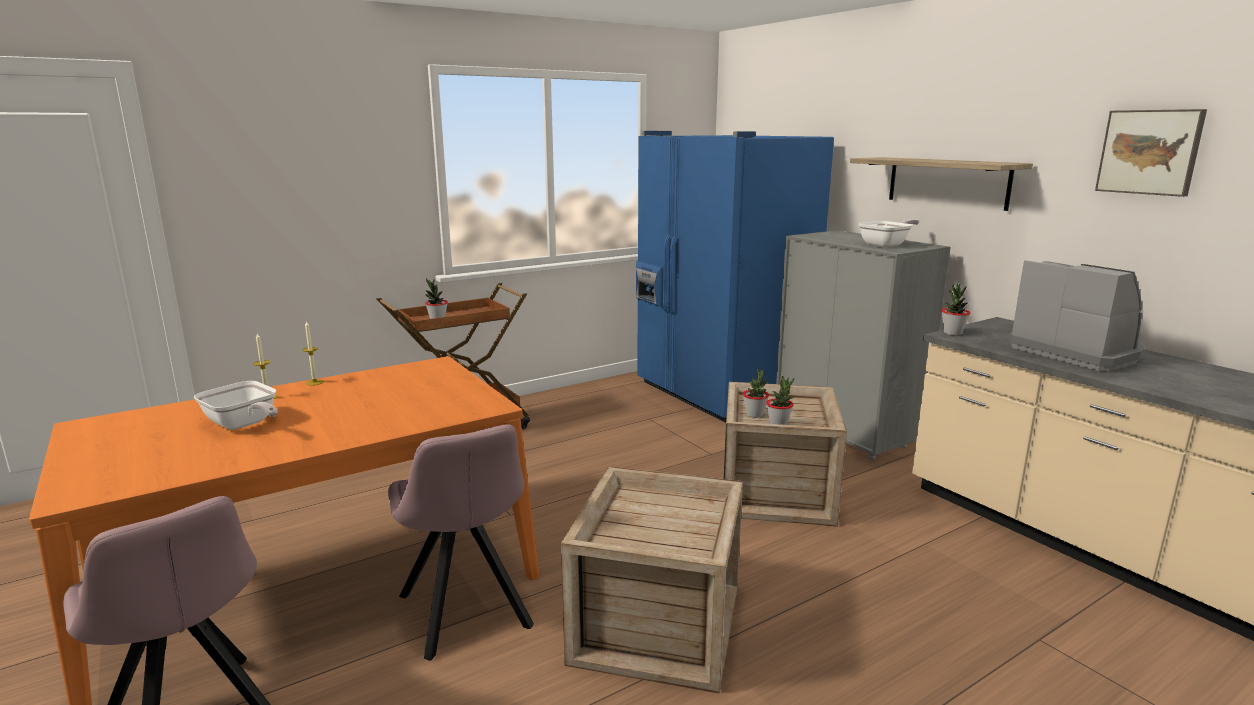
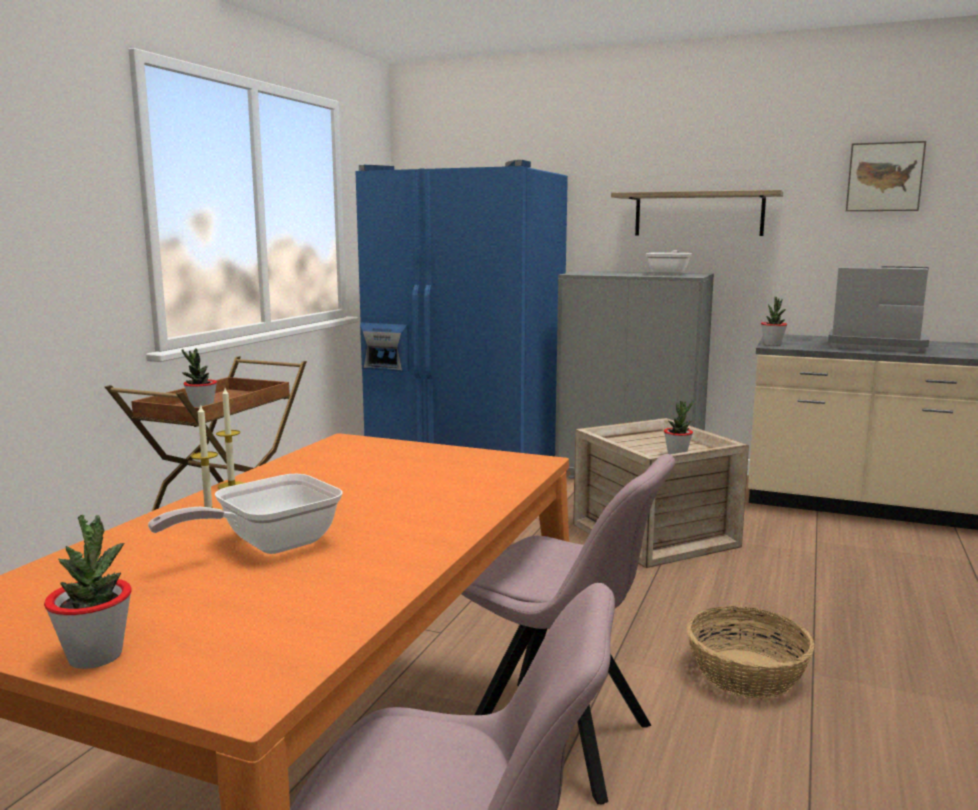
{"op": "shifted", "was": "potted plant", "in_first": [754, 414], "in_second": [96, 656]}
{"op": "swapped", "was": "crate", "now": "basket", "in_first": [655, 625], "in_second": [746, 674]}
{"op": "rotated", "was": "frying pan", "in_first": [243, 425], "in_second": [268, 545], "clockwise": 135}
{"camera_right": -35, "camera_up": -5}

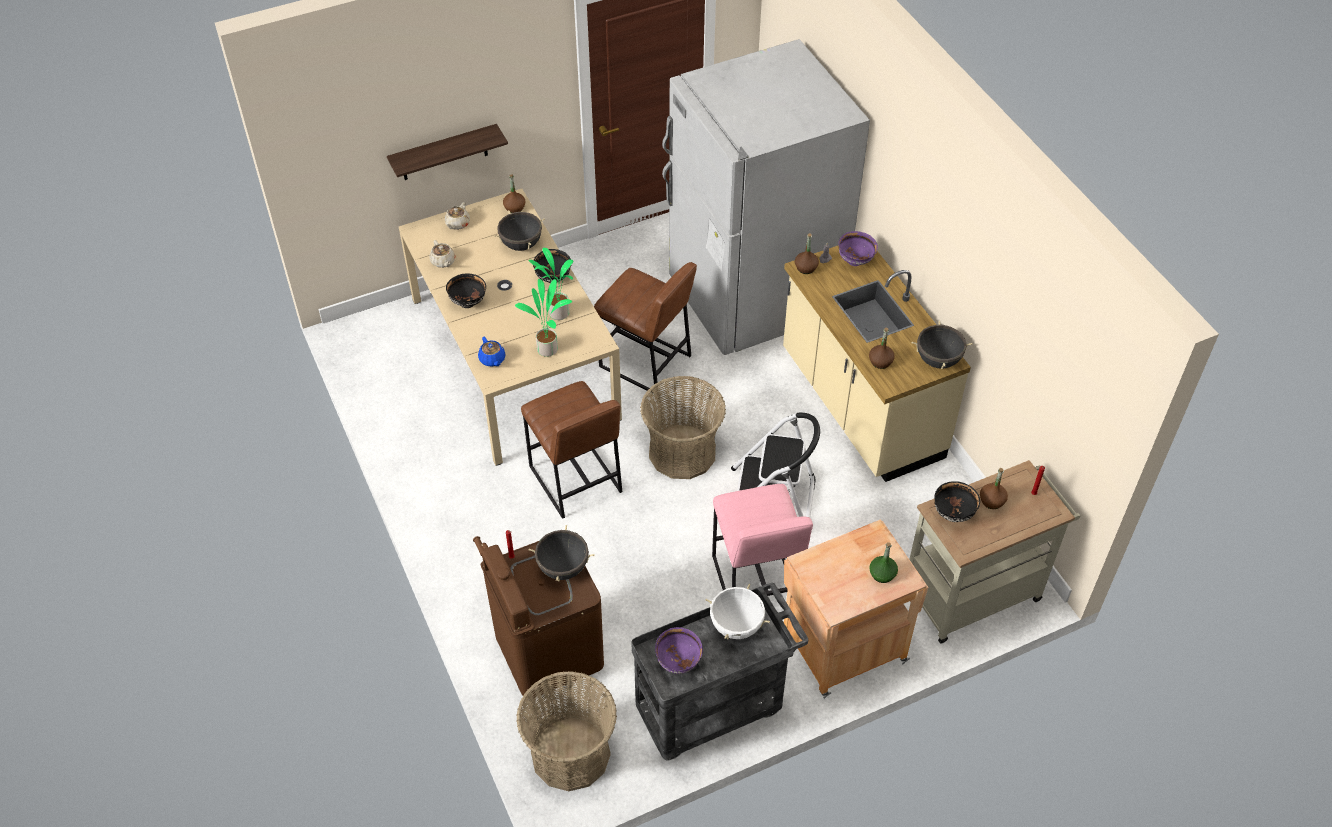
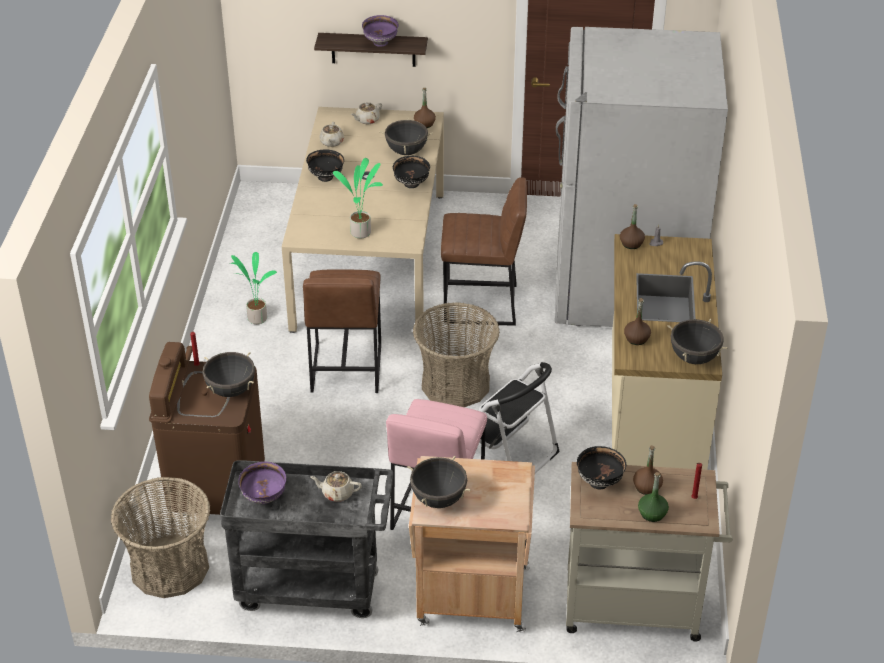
{"op": "gone", "was": "blue teapot", "in_first": [492, 359]}
{"op": "new", "now": "black cooking pot", "in_second": [438, 499]}
{"op": "shifted", "was": "potted plant", "in_first": [557, 313], "in_second": [256, 318]}
{"op": "shifted", "was": "purple bowl", "in_first": [855, 261], "in_second": [381, 43]}
{"op": "shifted", "was": "green bottle", "in_first": [882, 574], "in_second": [652, 513]}
{"op": "swapped", "was": "white cooking pot", "now": "beige teapot", "in_first": [736, 626], "in_second": [337, 493]}
{"op": "rotated", "was": "brown chair", "in_first": [646, 362], "in_second": [482, 304], "clockwise": -60}
{"camera_right": 30, "camera_up": -10}

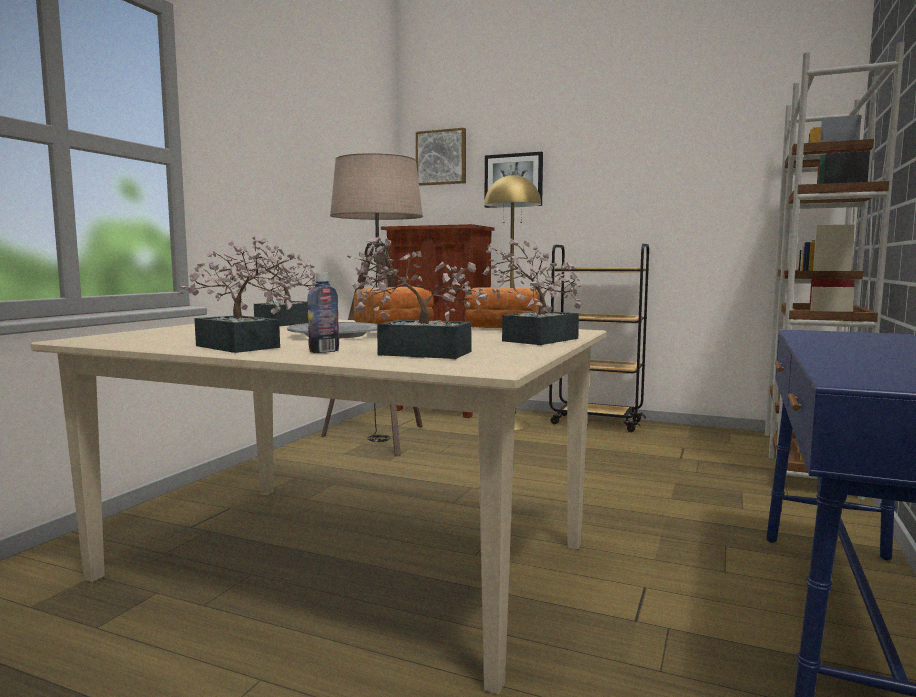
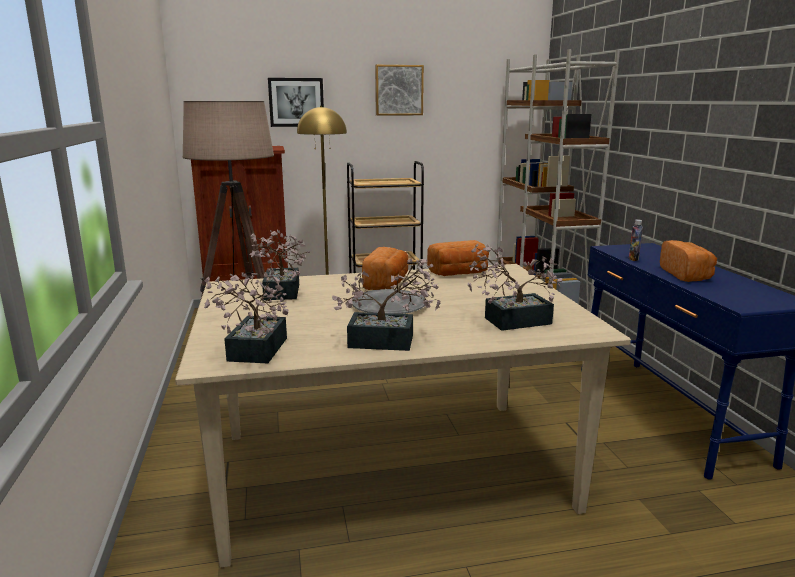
{"op": "new", "now": "bread", "in_second": [686, 275]}
{"op": "shifted", "was": "bottle", "in_first": [324, 351], "in_second": [633, 259]}
{"op": "shifted", "was": "picture", "in_first": [441, 157], "in_second": [398, 90]}
{"op": "shifted", "was": "potted plant", "in_first": [534, 340], "in_second": [254, 352]}
{"camera_right": -35, "camera_up": 10}

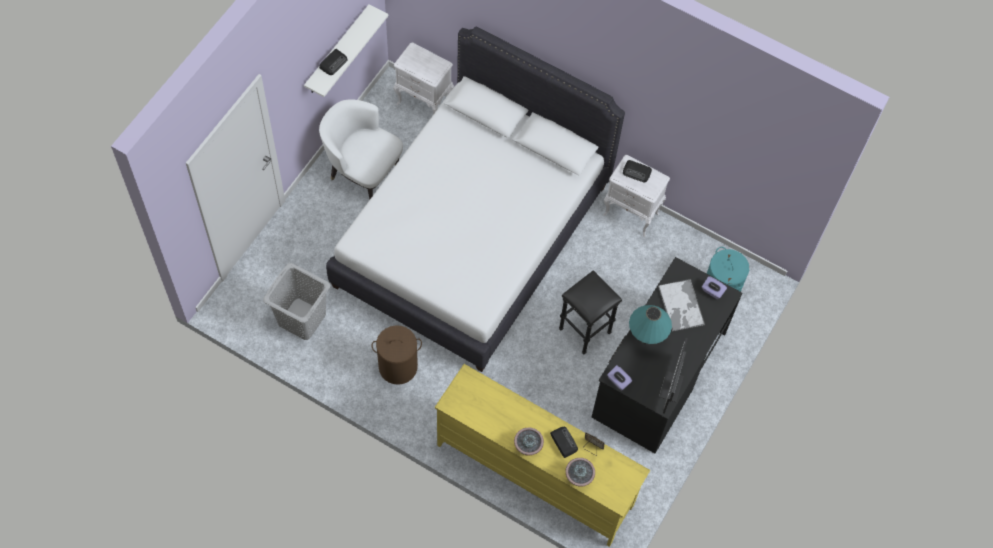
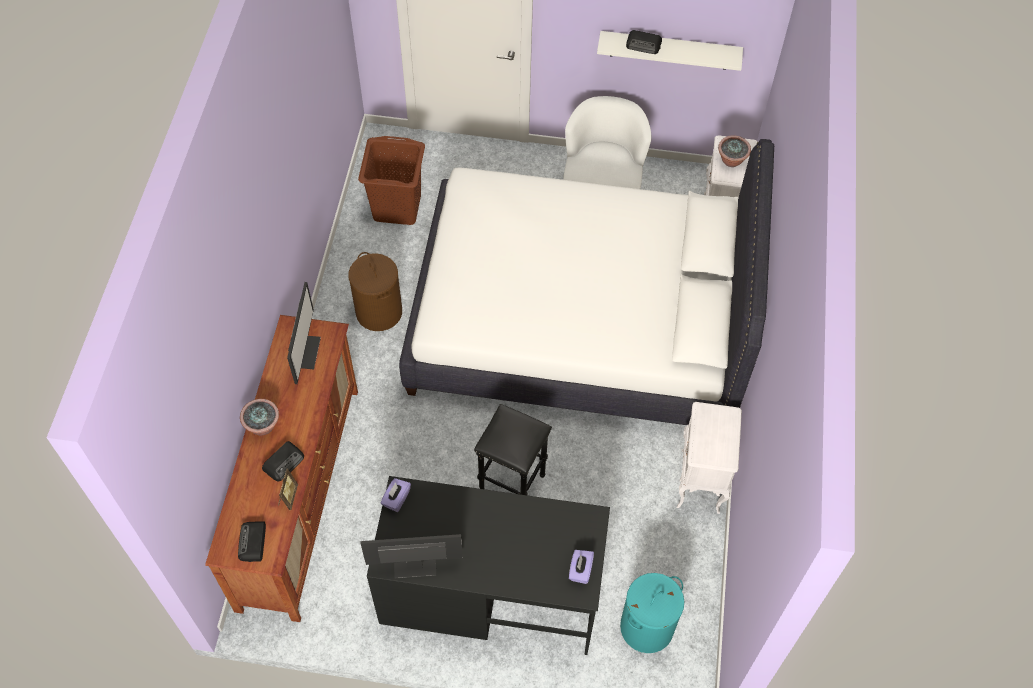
{"op": "gone", "was": "turquoise table lamp", "in_first": [646, 338]}
{"op": "gone", "was": "tray", "in_first": [681, 306]}
{"op": "new", "now": "monitor", "in_second": [305, 351]}
{"op": "shifted", "was": "potted plant", "in_first": [579, 477], "in_second": [731, 161]}
{"op": "shifted", "was": "radio", "in_first": [637, 172], "in_second": [253, 543]}
{"op": "repainted", "was": "grey laundry basket", "now": "brown laundry basket", "in_first": [302, 318], "in_second": [397, 207]}
{"op": "repainted", "was": "yellow dresser", "now": "brown dresser", "in_first": [535, 474], "in_second": [300, 496]}
{"camera_right": 70, "camera_up": -5}

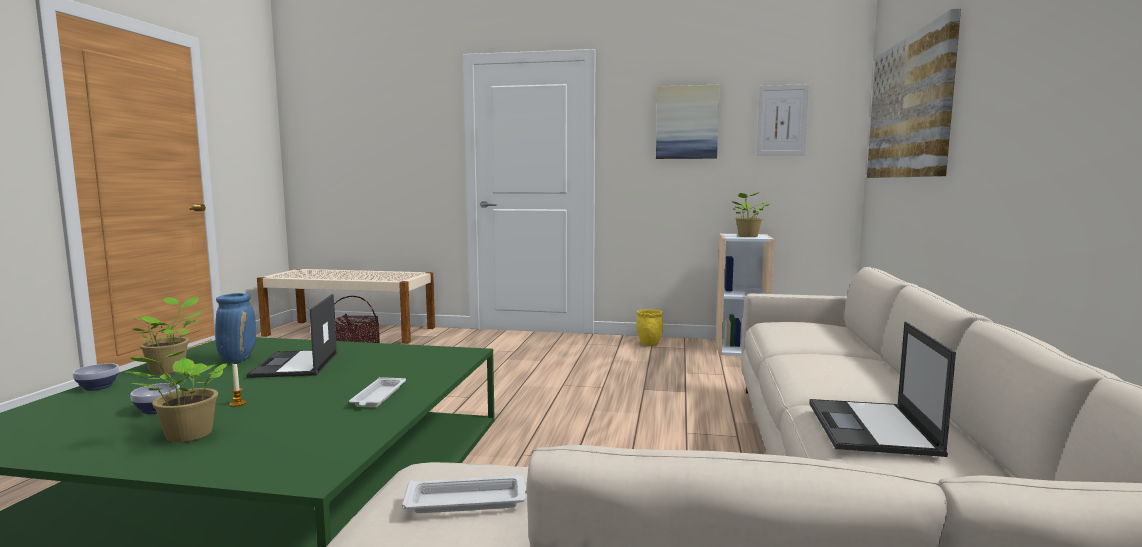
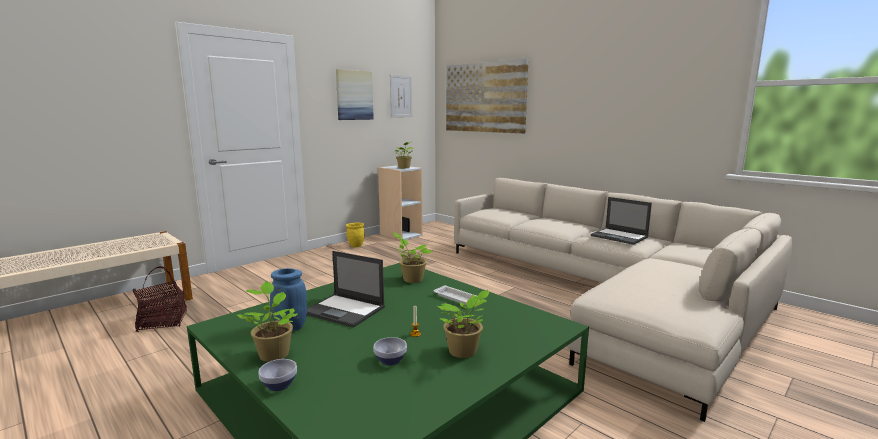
{"op": "gone", "was": "white tray", "in_first": [468, 501]}
{"op": "new", "now": "potted plant", "in_second": [411, 279]}
{"camera_right": -55, "camera_up": 5}

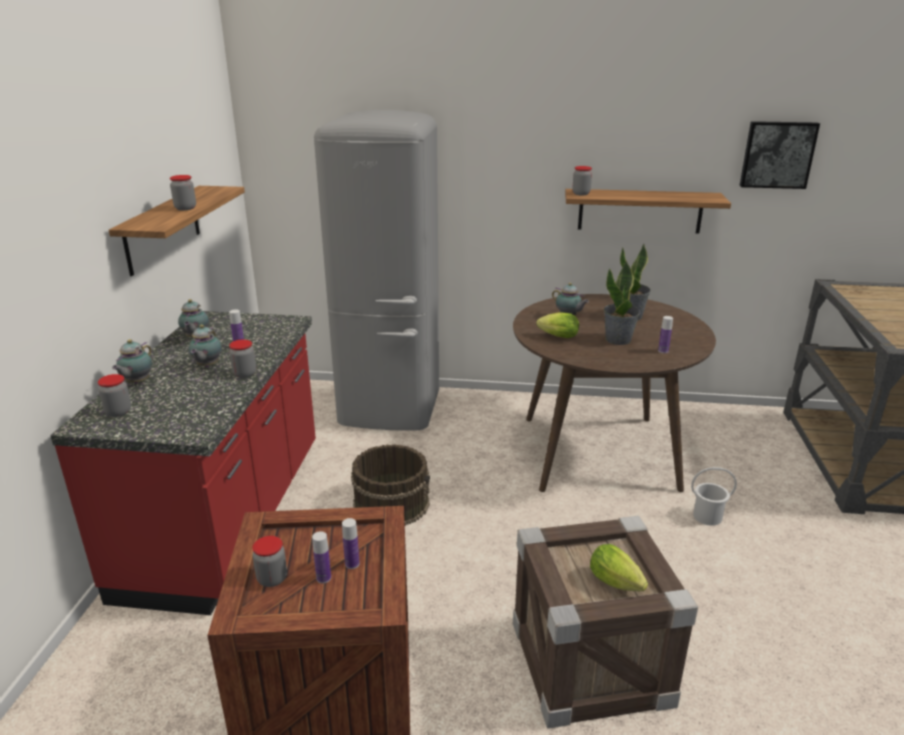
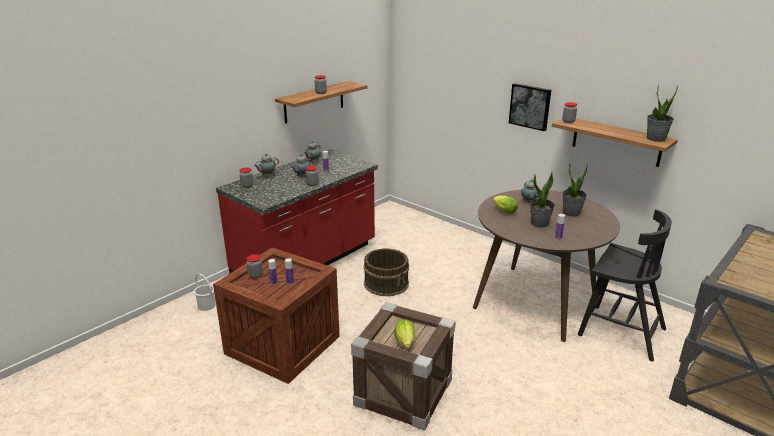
{"op": "gone", "was": "grey fridge", "in_first": [390, 409]}
{"op": "new", "now": "black chair", "in_second": [619, 331]}
{"op": "new", "now": "potted plant", "in_second": [656, 139]}
{"op": "shifted", "was": "white bucket", "in_first": [707, 516], "in_second": [206, 305]}
{"op": "shifted", "was": "picture", "in_first": [777, 154], "in_second": [530, 106]}
{"camera_right": 35, "camera_up": 0}

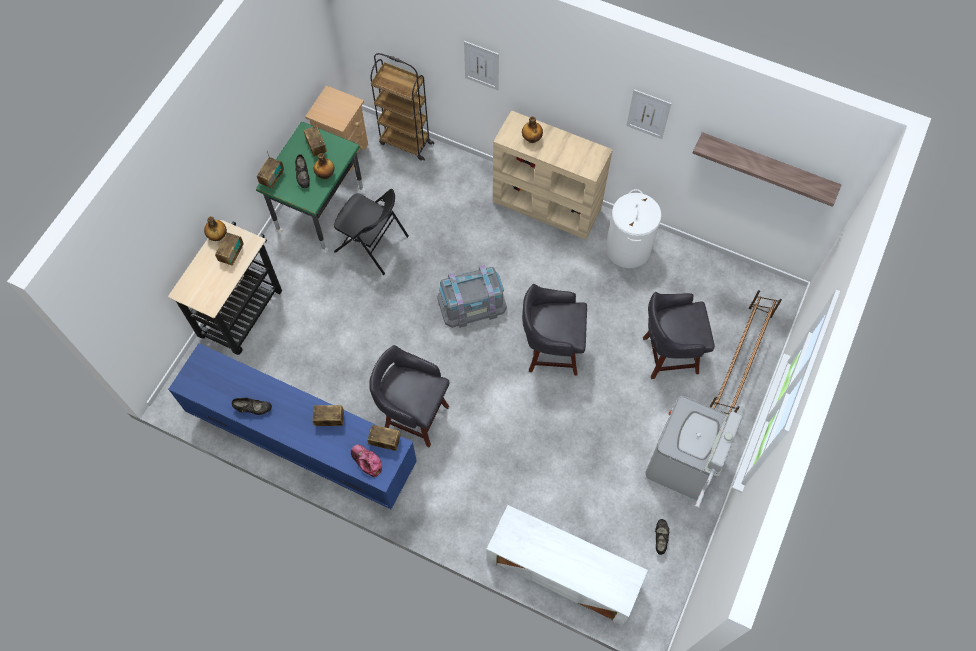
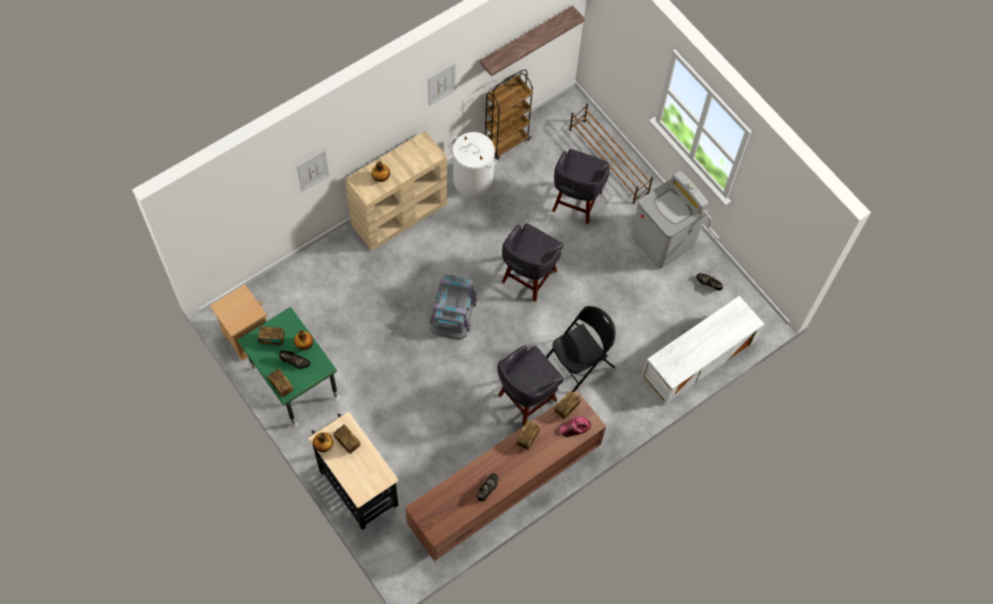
{"op": "shifted", "was": "black chair", "in_first": [371, 244], "in_second": [579, 363]}
{"op": "shifted", "was": "brown cart", "in_first": [406, 143], "in_second": [506, 142]}
{"op": "repainted", "was": "blue cabinet", "now": "brown cabinet", "in_first": [302, 445], "in_second": [504, 491]}
{"camera_right": -65, "camera_up": 0}

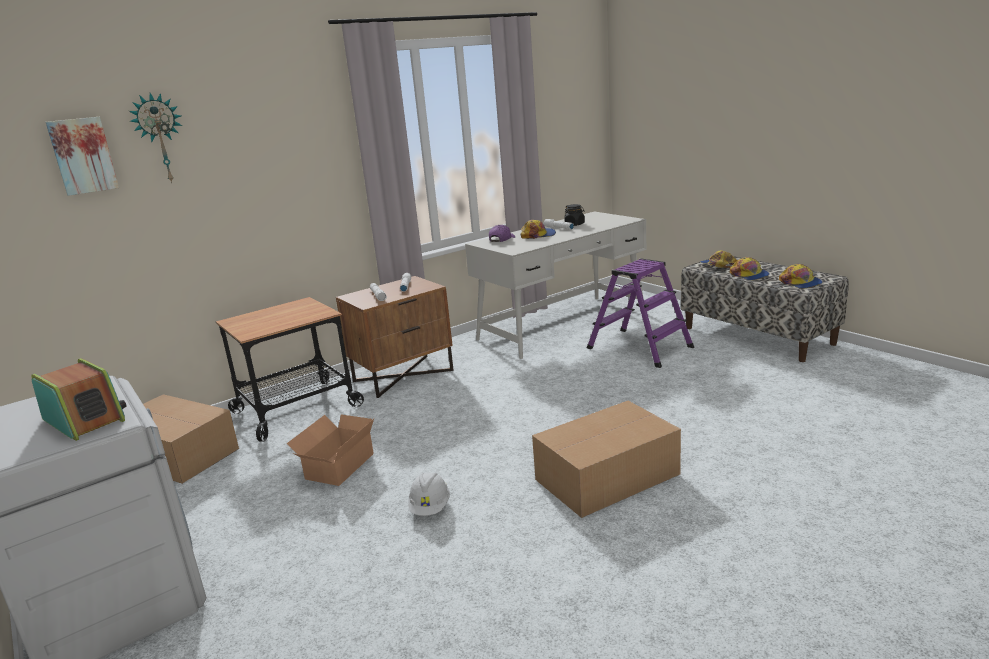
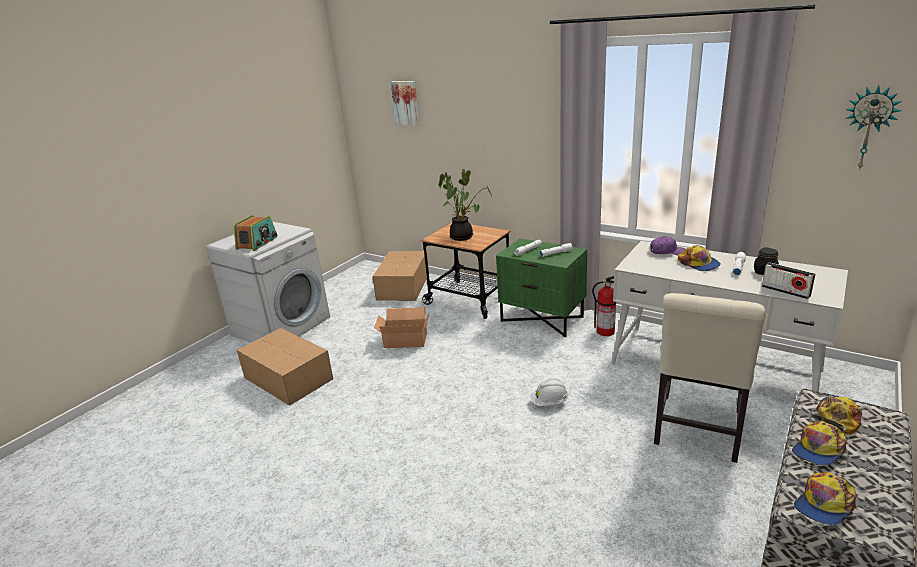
{"op": "new", "now": "potted plant", "in_second": [463, 236]}
{"op": "new", "now": "fire extinguisher", "in_second": [606, 331]}
{"op": "new", "now": "radio", "in_second": [785, 291]}
{"op": "shifted", "was": "wall clock", "in_first": [160, 138], "in_second": [868, 128]}
{"op": "shifted", "was": "white hard hat", "in_first": [430, 507], "in_second": [549, 402]}
{"op": "shifted", "was": "cardboard box", "in_first": [605, 477], "in_second": [288, 377]}
{"op": "swapped", "was": "purple step ladder", "now": "beige chair", "in_first": [639, 347], "in_second": [696, 431]}
{"op": "repainted", "was": "brown nightstand", "now": "green nightstand", "in_first": [403, 375], "in_second": [542, 318]}
{"camera_right": 70, "camera_up": 5}

